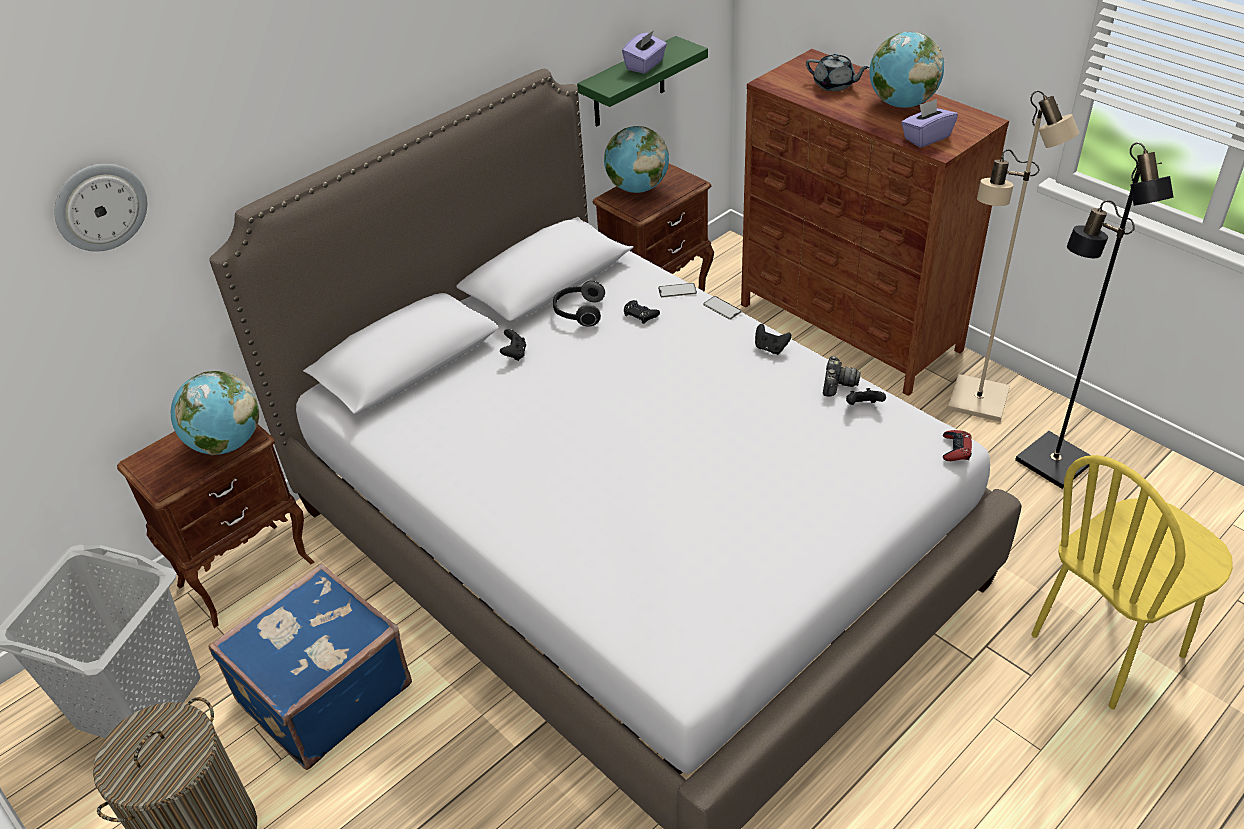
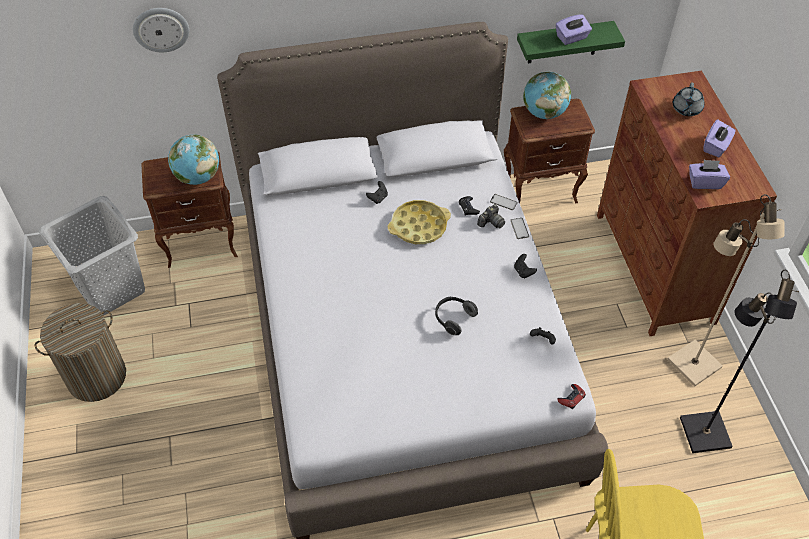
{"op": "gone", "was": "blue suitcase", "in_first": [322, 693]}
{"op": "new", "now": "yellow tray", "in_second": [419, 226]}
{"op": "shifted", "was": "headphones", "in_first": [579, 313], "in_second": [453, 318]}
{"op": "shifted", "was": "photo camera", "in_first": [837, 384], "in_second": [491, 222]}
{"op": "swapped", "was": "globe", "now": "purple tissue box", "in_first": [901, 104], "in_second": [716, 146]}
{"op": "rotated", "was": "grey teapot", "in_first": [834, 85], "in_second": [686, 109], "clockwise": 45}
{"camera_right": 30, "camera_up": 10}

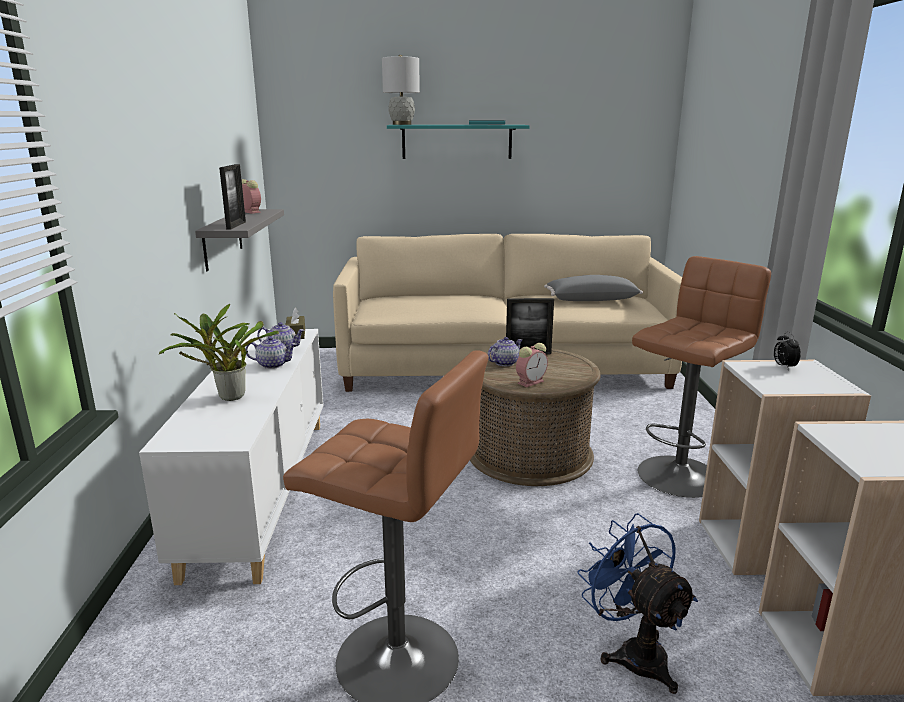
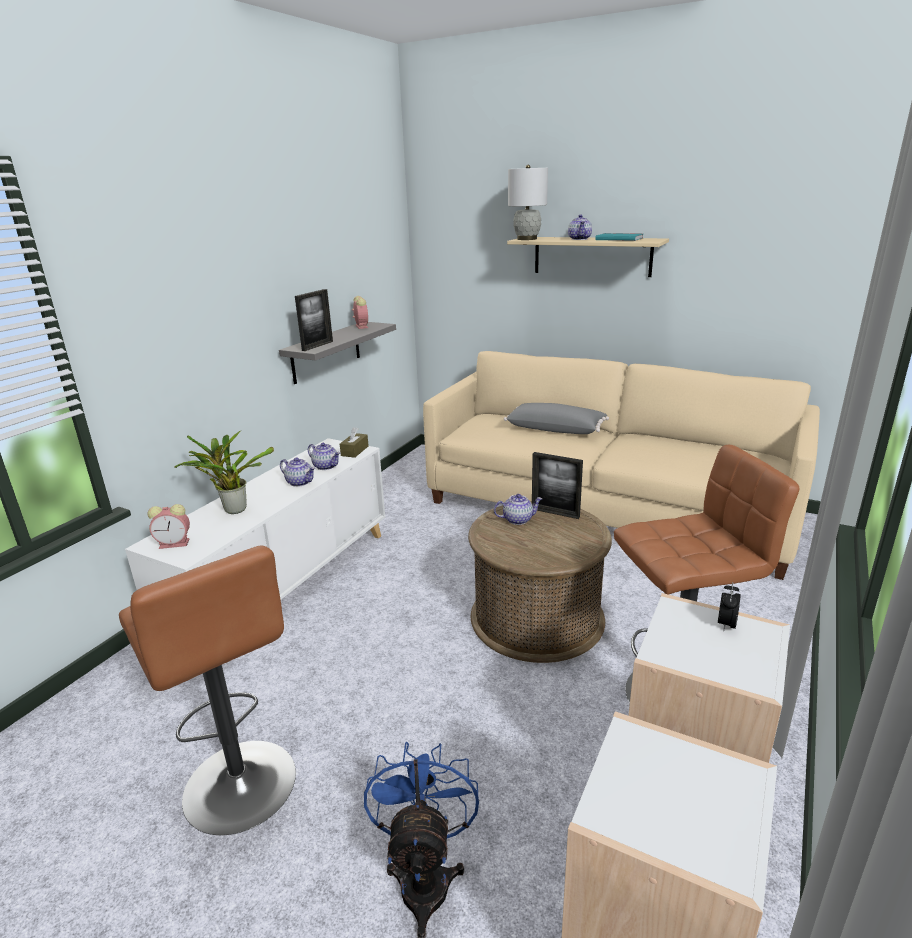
{"op": "new", "now": "teapot", "in_second": [579, 239]}
{"op": "shifted", "was": "alarm clock", "in_first": [531, 382], "in_second": [175, 543]}
{"op": "shifted", "was": "grey pillow", "in_first": [591, 299], "in_second": [556, 429]}
{"op": "repainted", "was": "turquoise shelf", "now": "beige shelf", "in_first": [457, 141], "in_second": [592, 256]}
{"camera_right": 30, "camera_up": 5}

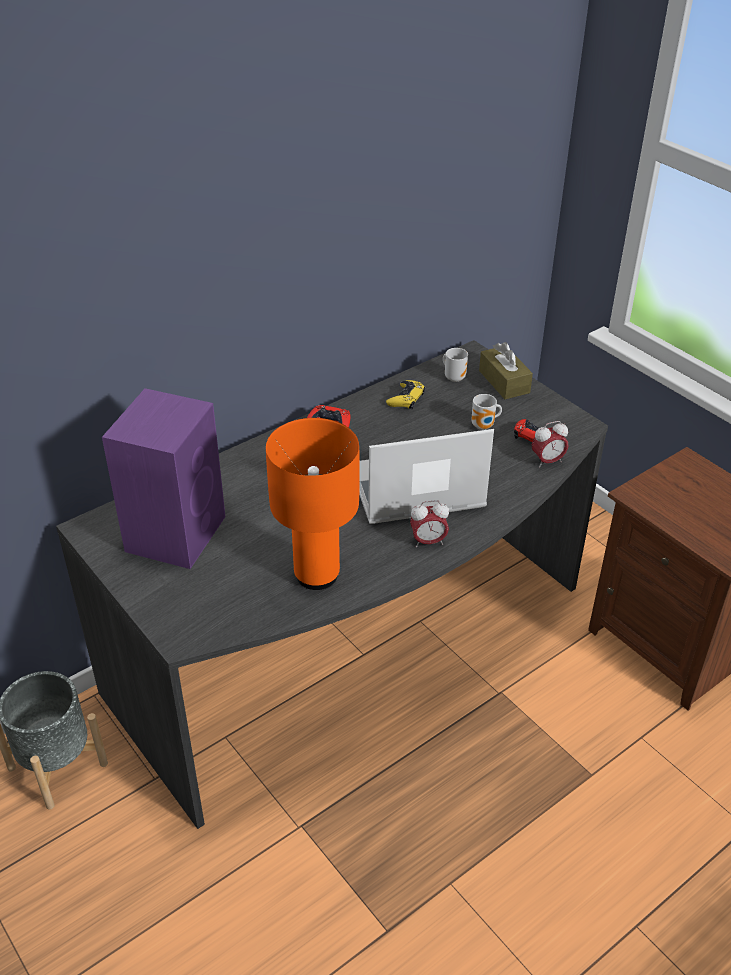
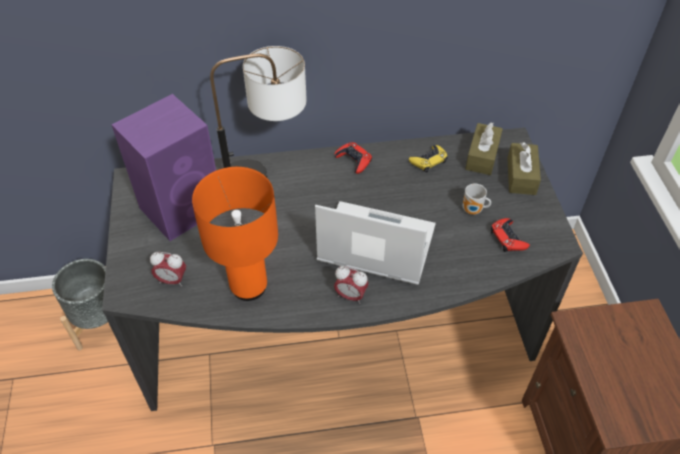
{"op": "new", "now": "table lamp", "in_second": [266, 173]}
{"op": "shifted", "was": "alarm clock", "in_first": [547, 461], "in_second": [172, 280]}
{"op": "swapped", "was": "mug", "now": "brown tissue box", "in_first": [454, 377], "in_second": [482, 156]}
{"camera_right": 30, "camera_up": 10}

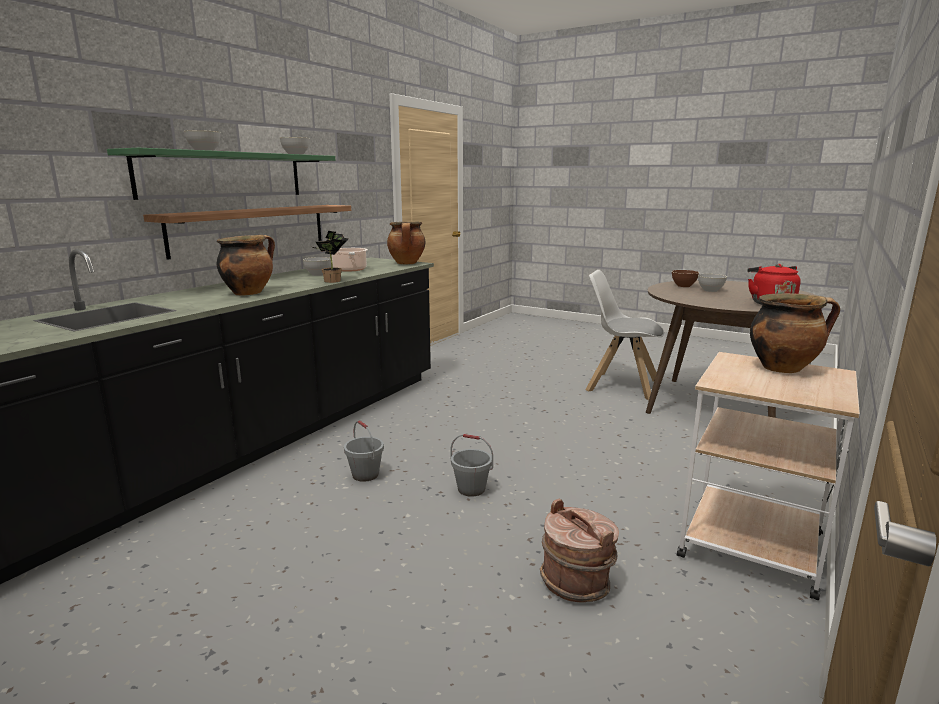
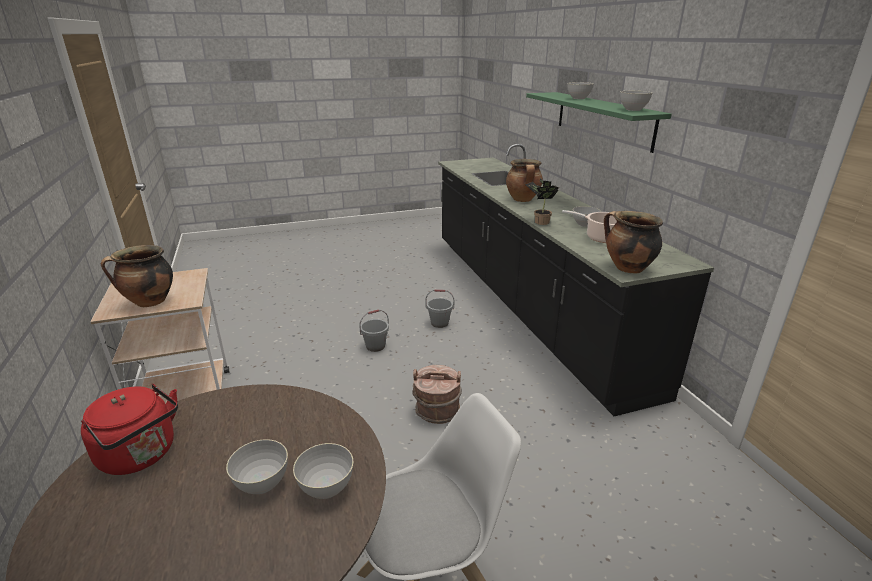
{"op": "gone", "was": "shelf", "in_first": [251, 229]}
{"op": "shifted", "was": "brown bucket", "in_first": [576, 582], "in_second": [437, 411]}
{"op": "repainted", "was": "brown bowl", "now": "grey bowl", "in_first": [683, 286], "in_second": [326, 488]}
{"camera_right": 130, "camera_up": 10}

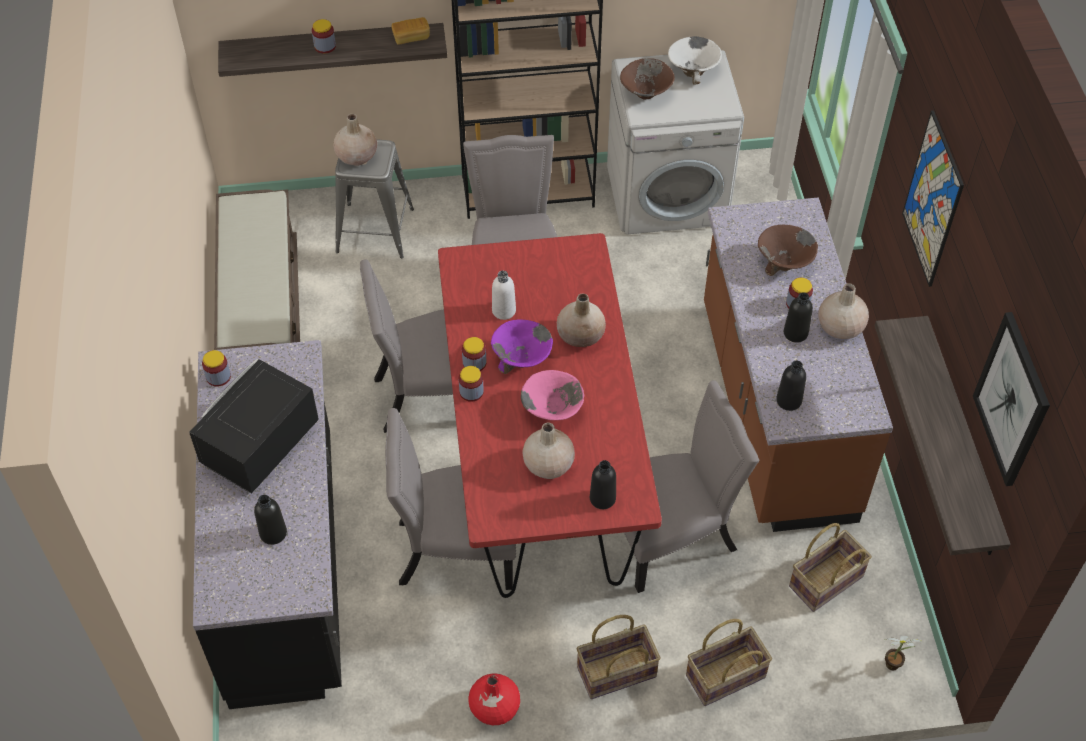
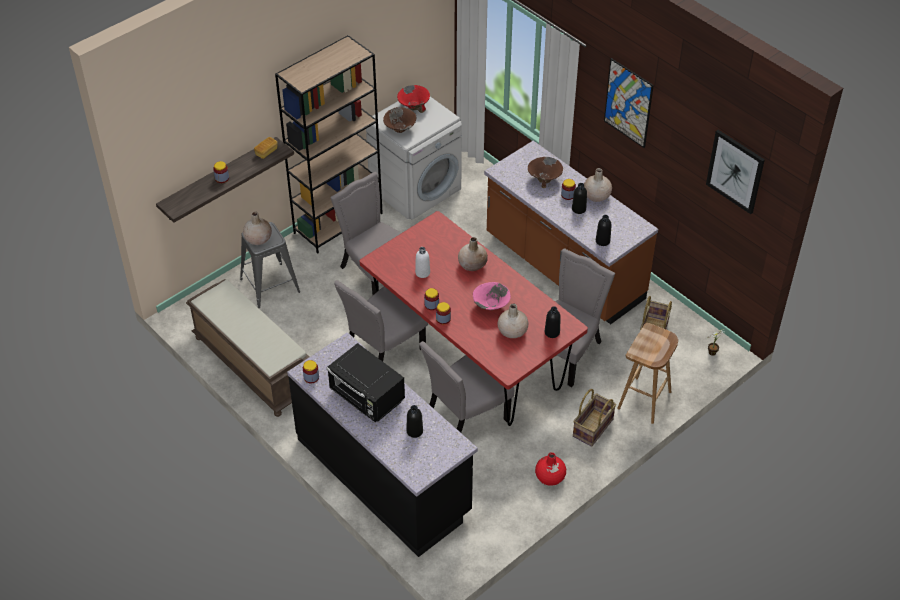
{"op": "gone", "was": "purple bowl", "in_first": [522, 358]}
{"op": "gone", "was": "shelf", "in_first": [961, 439]}
{"op": "swapped", "was": "basket", "now": "brown stool", "in_first": [726, 677], "in_second": [644, 401]}
{"op": "repainted", "was": "white bowl", "now": "red bowl", "in_first": [693, 71], "in_second": [414, 106]}
{"op": "rotated", "was": "black microwave", "in_first": [259, 447], "in_second": [367, 397], "clockwise": -45}
{"camera_right": -35, "camera_up": -5}

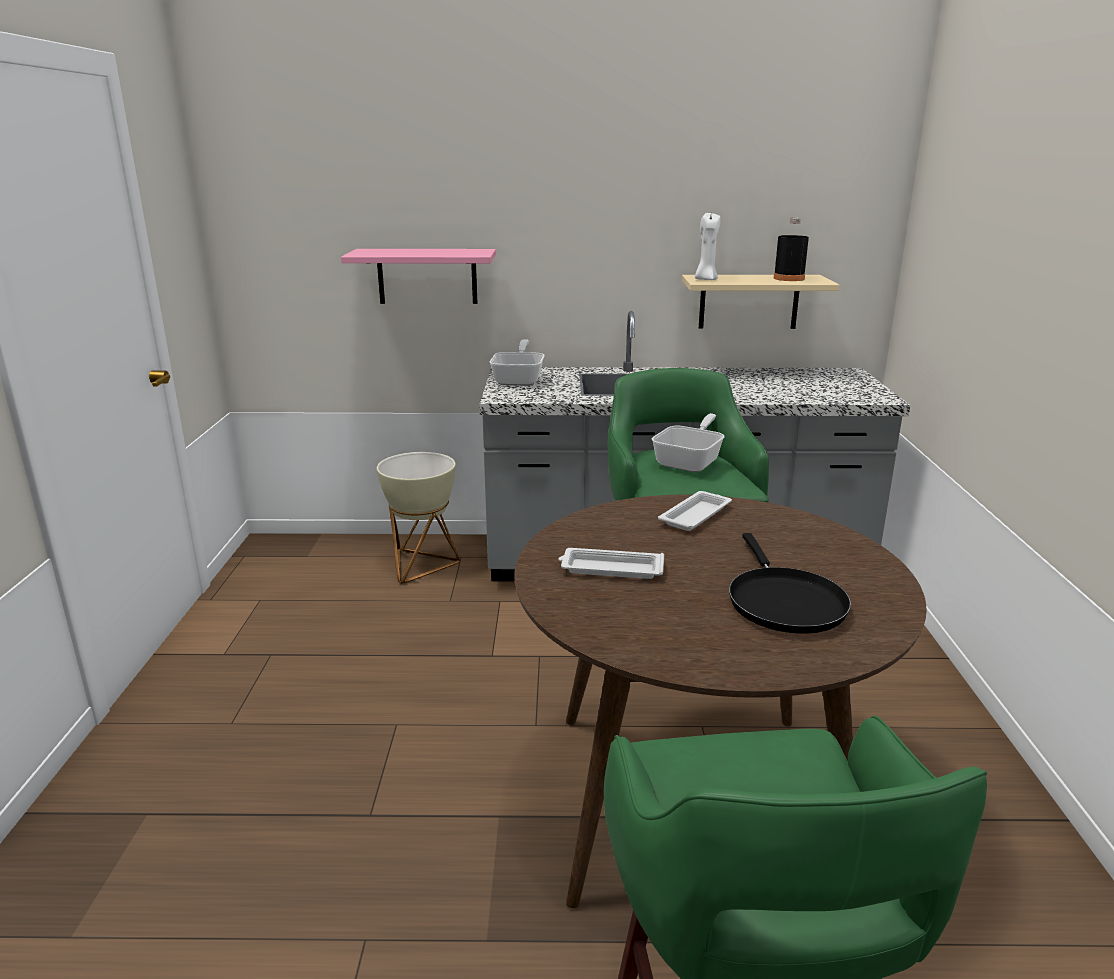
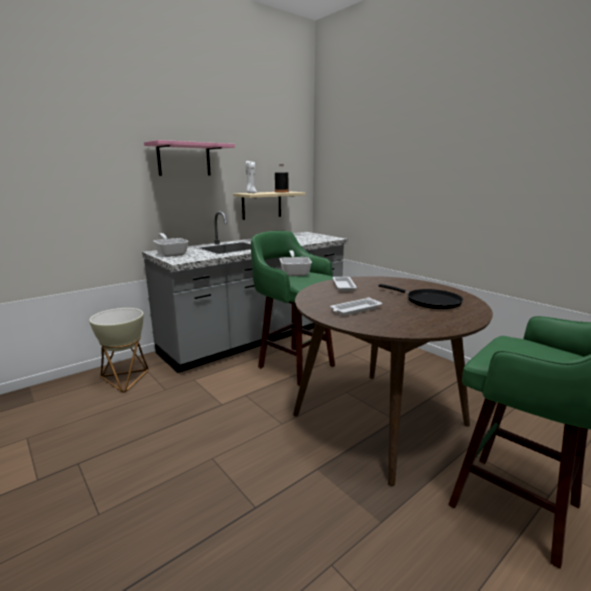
{"op": "shifted", "was": "pink shelf", "in_first": [427, 276], "in_second": [184, 159]}
{"camera_right": -40, "camera_up": -5}

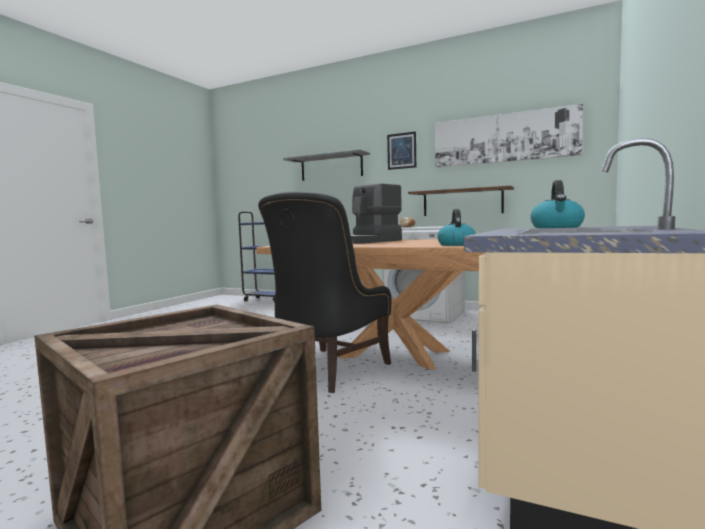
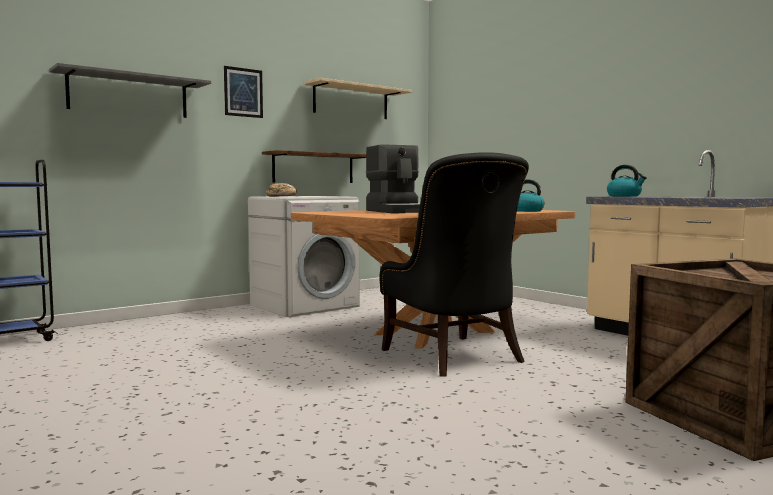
{"op": "swapped", "was": "picture", "now": "beige shelf", "in_first": [503, 138], "in_second": [351, 102]}
{"camera_right": -65, "camera_up": 0}

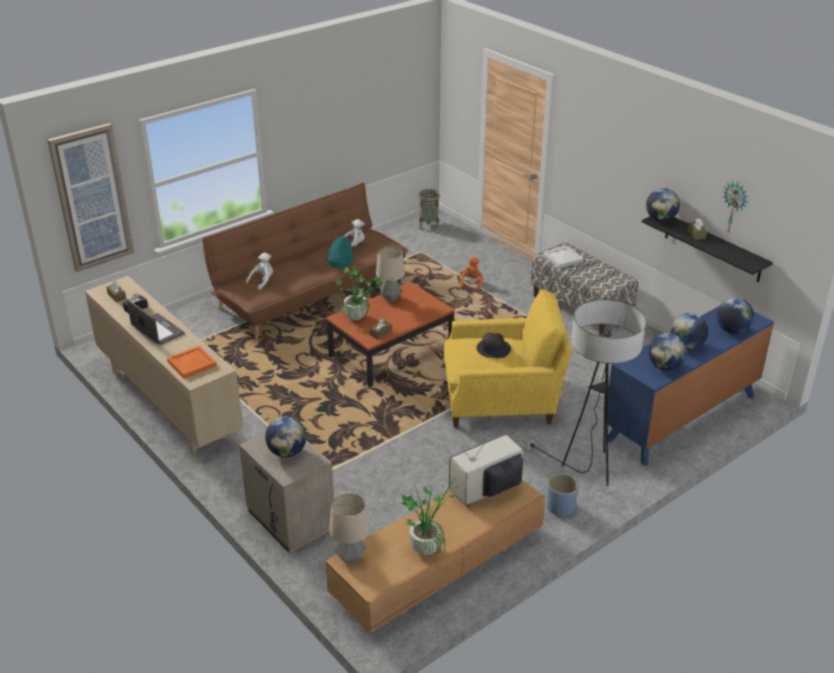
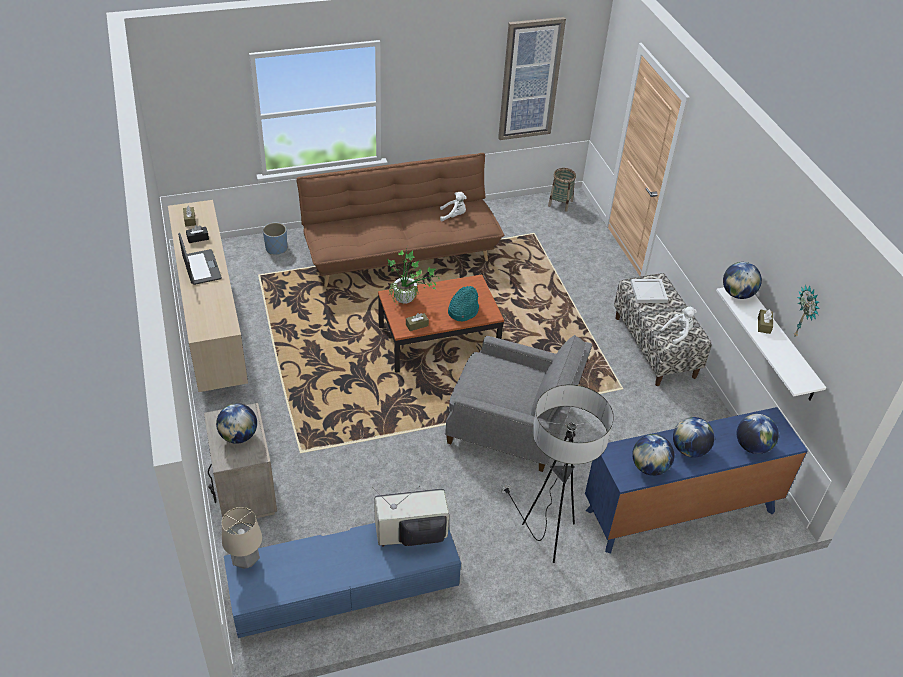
{"op": "gone", "was": "orange tray", "in_first": [192, 363]}
{"op": "gone", "was": "table lamp", "in_first": [390, 298]}
{"op": "gone", "was": "potted plant", "in_first": [427, 545]}
{"op": "gone", "was": "orange plush toy", "in_first": [471, 283]}
{"op": "gone", "was": "black hat", "in_first": [493, 348]}
{"op": "shifted", "was": "picture", "in_first": [91, 198], "in_second": [530, 79]}
{"op": "shifted", "was": "white plush toy", "in_first": [262, 281], "in_second": [678, 333]}
{"op": "shifted", "was": "turquoise hat", "in_first": [340, 261], "in_second": [463, 311]}
{"op": "shifted", "was": "blue planter", "in_first": [560, 507], "in_second": [276, 248]}
{"op": "repainted", "was": "brown tv stand", "now": "blue tv stand", "in_first": [438, 566], "in_second": [344, 589]}
{"op": "repainted", "was": "yellow armchair", "now": "grey armchair", "in_first": [501, 398], "in_second": [512, 425]}
{"op": "repainted", "was": "black shelf", "now": "white shelf", "in_first": [712, 247], "in_second": [780, 343]}
{"camera_right": 20, "camera_up": 10}

